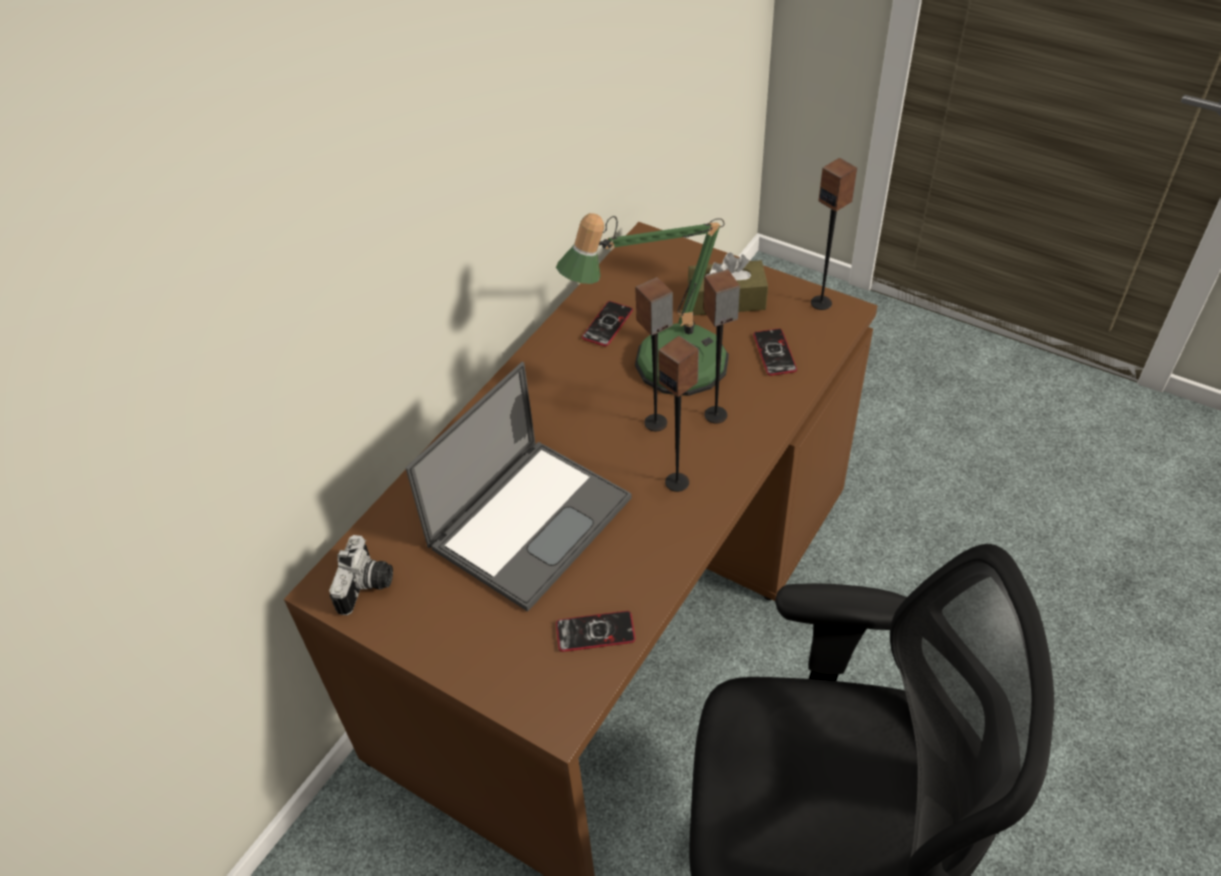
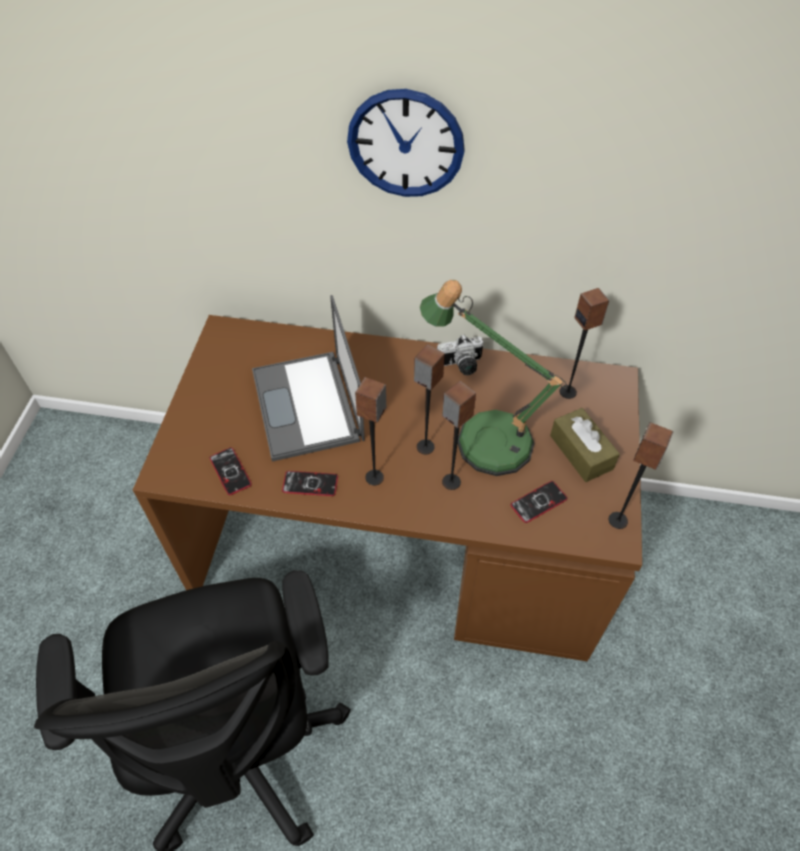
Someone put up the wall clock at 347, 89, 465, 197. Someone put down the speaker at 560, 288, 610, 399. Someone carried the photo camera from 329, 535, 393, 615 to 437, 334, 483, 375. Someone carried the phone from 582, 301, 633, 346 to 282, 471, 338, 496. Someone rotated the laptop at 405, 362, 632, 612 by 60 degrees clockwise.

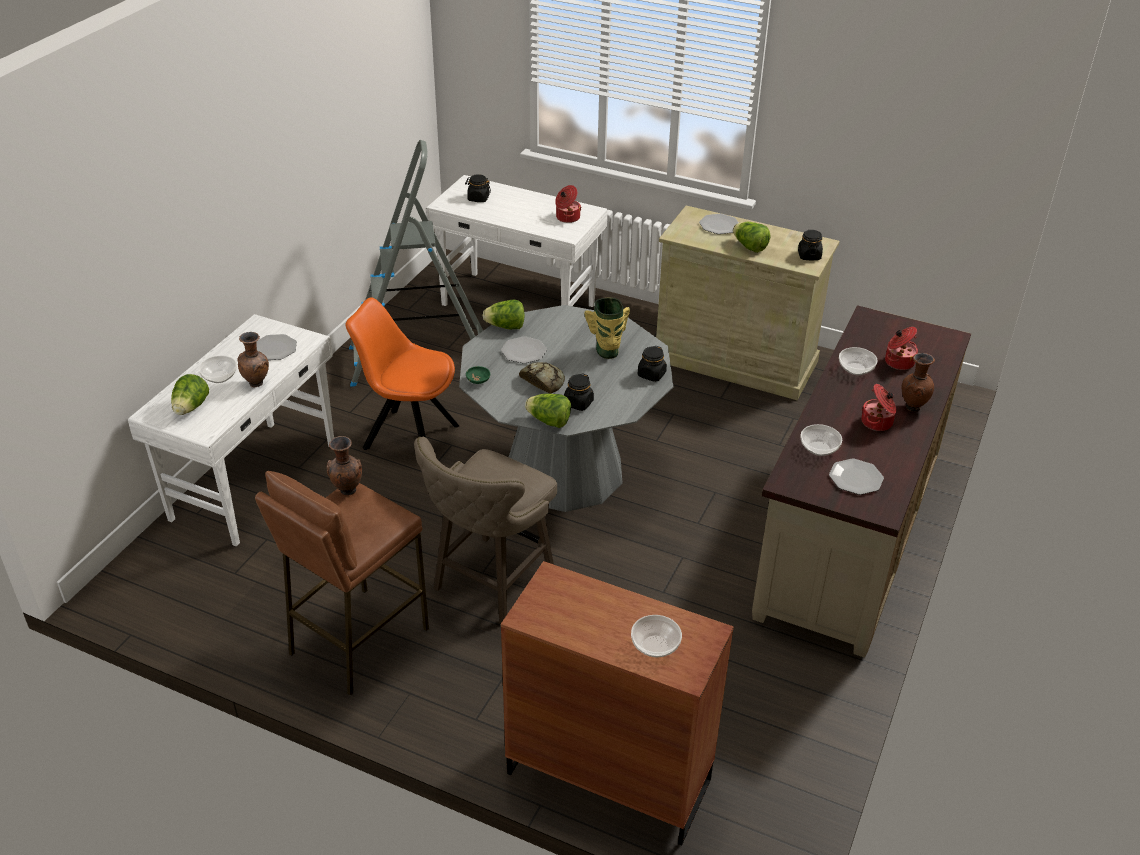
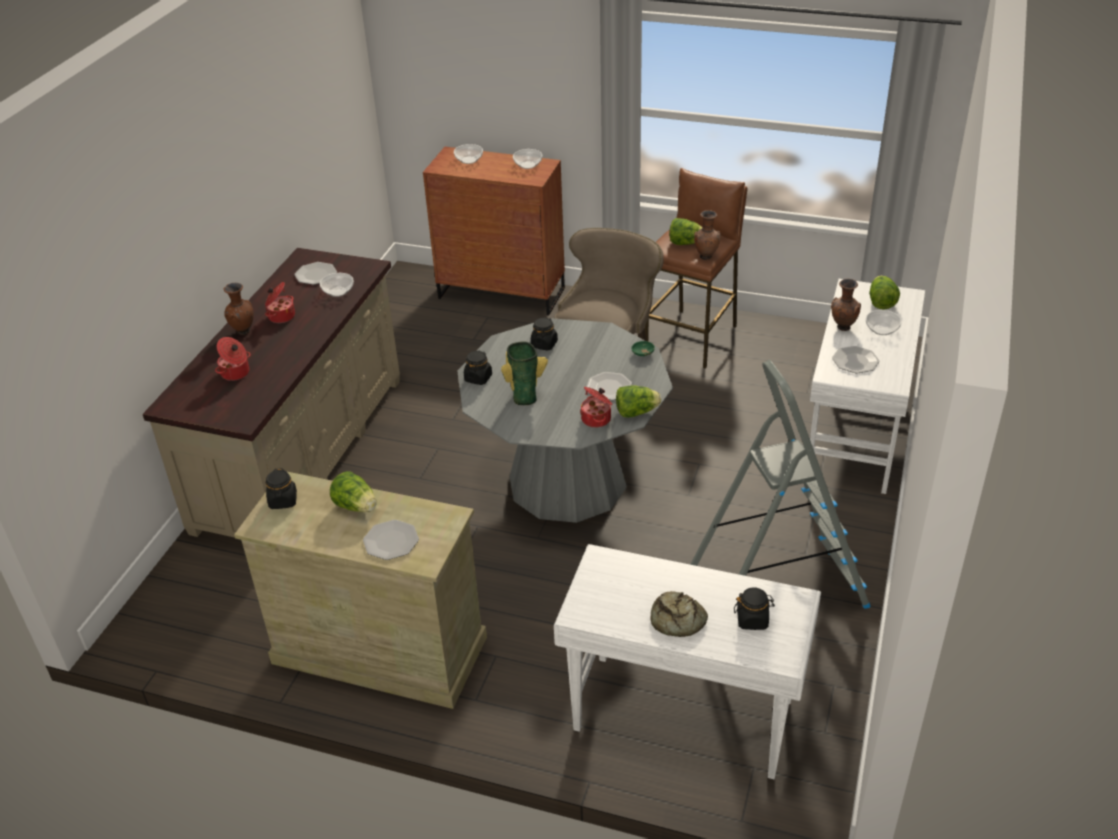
Someone took away the orange chair at 346, 298, 459, 450. Someone carried the bread from 519, 362, 565, 394 to 650, 591, 708, 637. Someone carried the lettuce from 525, 393, 571, 428 to 669, 218, 703, 245. Someone carried the cooking pot from 555, 185, 581, 223 to 580, 387, 612, 428. Someone carried the bowl from 839, 347, 878, 375 to 513, 149, 542, 169.

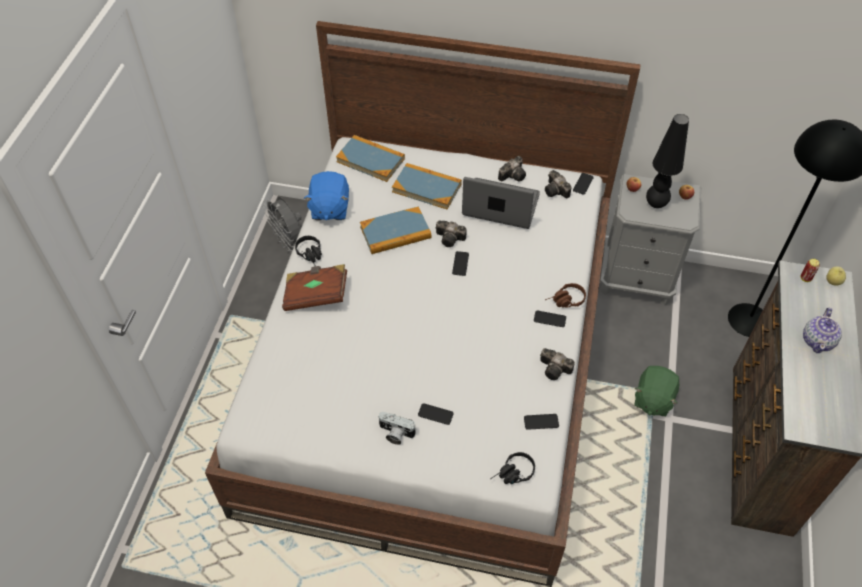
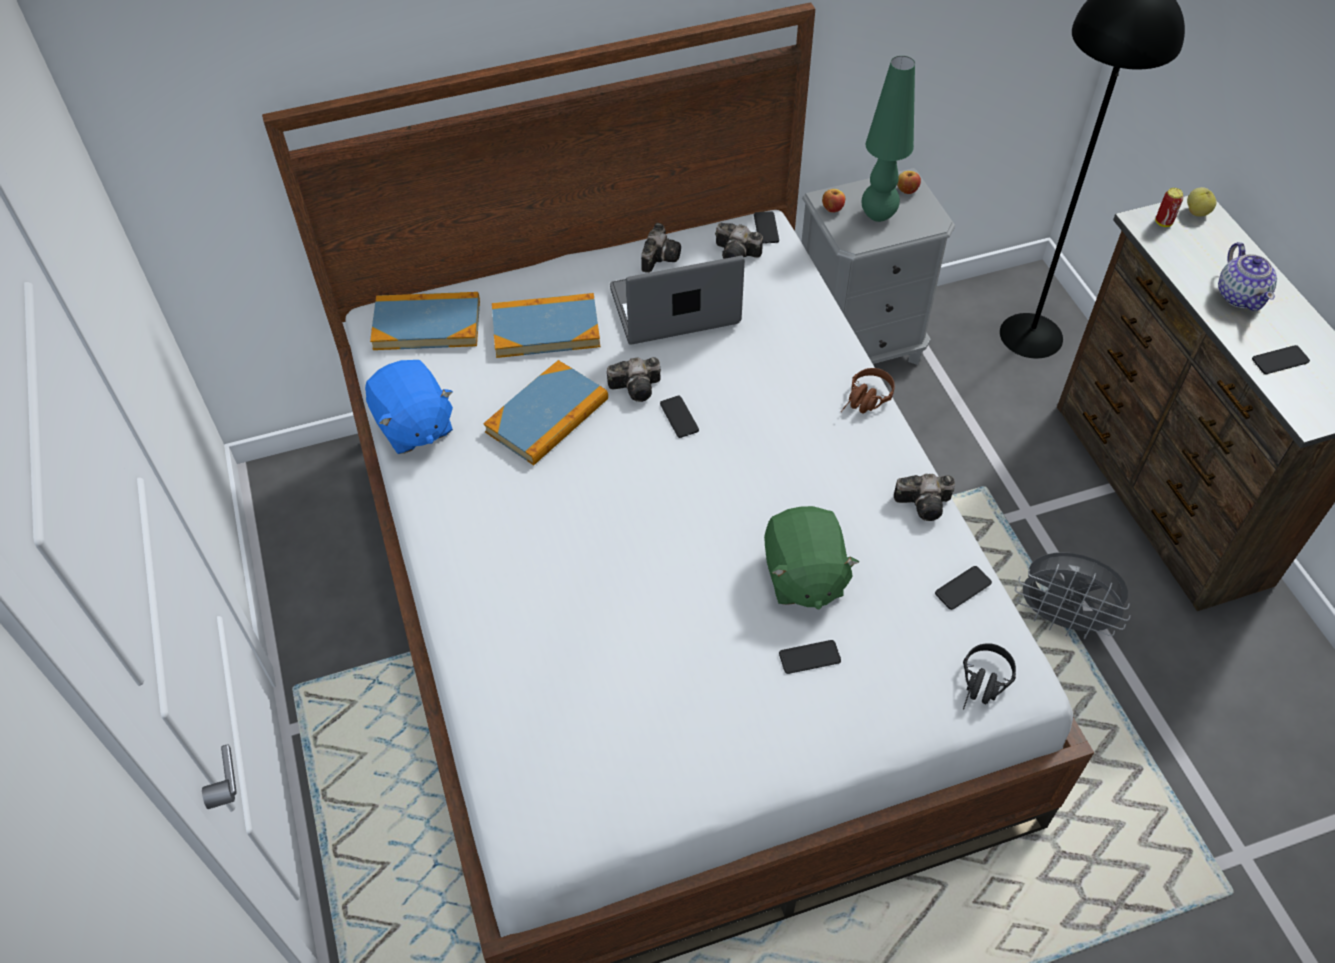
Someone took away the brown book at 282, 264, 347, 311. Someone took away the black headphones at 295, 236, 322, 266. Someone took away the photo camera at 378, 412, 416, 445. Someone carried the grey fan from 263, 197, 302, 251 to 1015, 552, 1131, 639. Someone carried the phone from 534, 310, 566, 327 to 1252, 345, 1310, 374. Someone carried the green plush toy from 634, 366, 679, 416 to 764, 506, 859, 610. Someone repainted the black table lamp at 646, 114, 689, 208, which became the green table lamp at 861, 56, 915, 222.

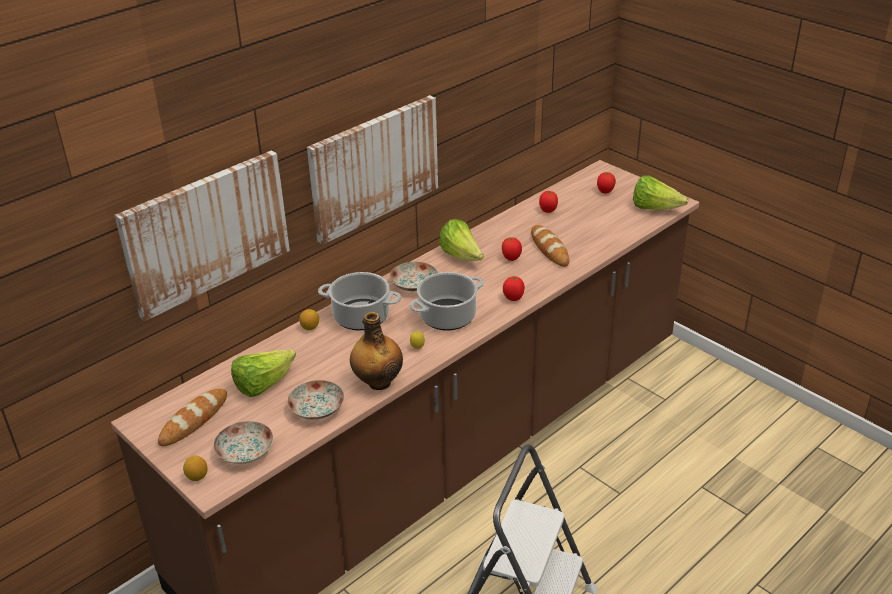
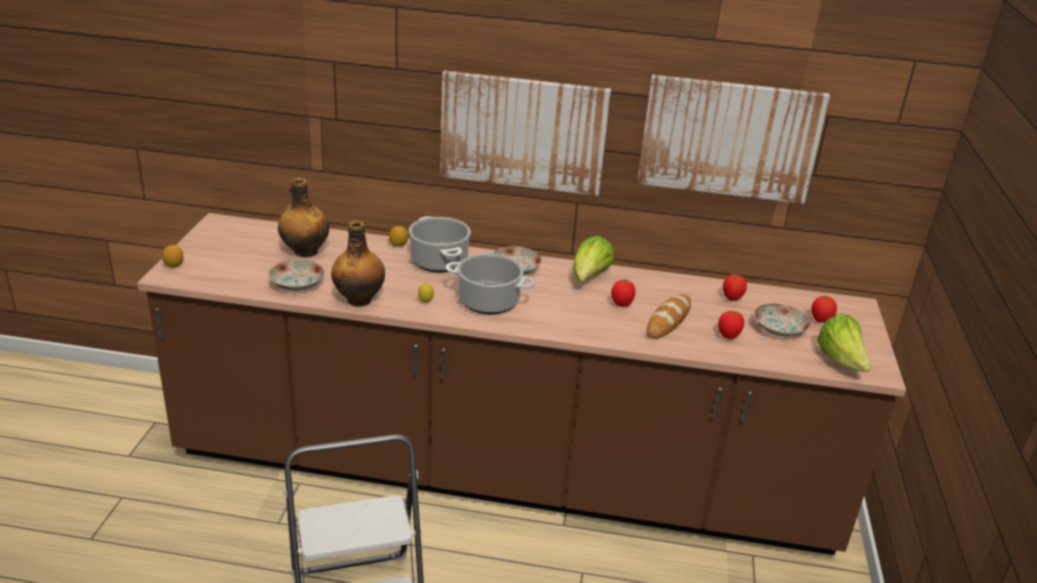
Someone took away the bread at 158, 389, 227, 446. Someone carried the picture from 115, 151, 290, 321 to 637, 74, 830, 204. Someone carried the plate from 214, 421, 273, 464 to 754, 304, 811, 337. Someone carried the tomato from 503, 276, 525, 301 to 718, 311, 744, 339. Someone swapped the lettuce at 231, 349, 296, 397 for the bottle at 278, 178, 329, 257.

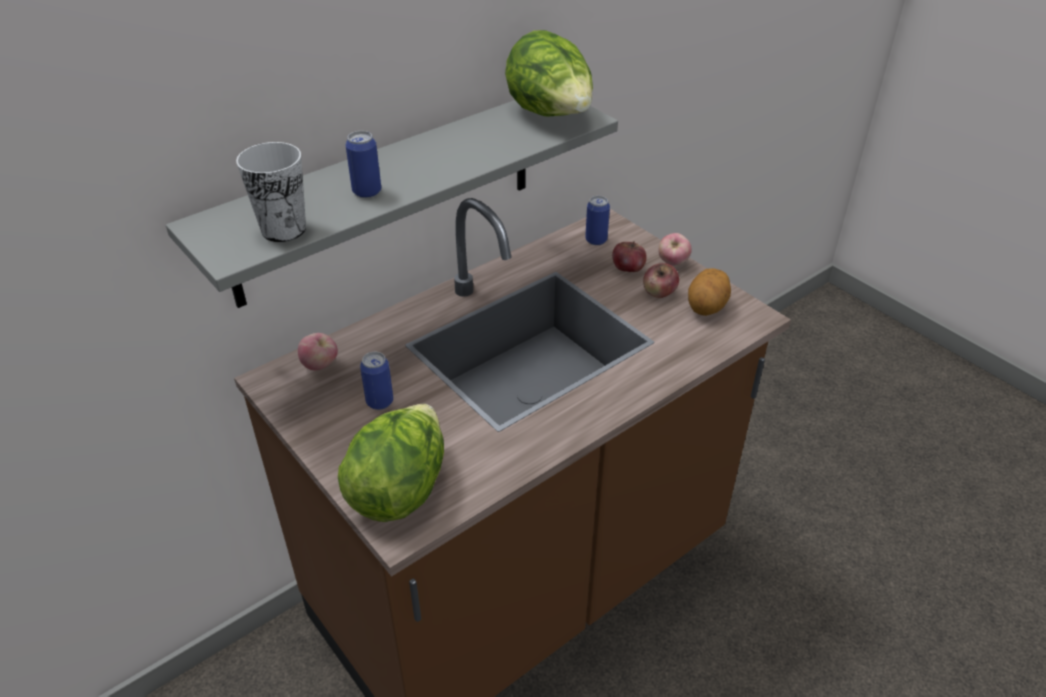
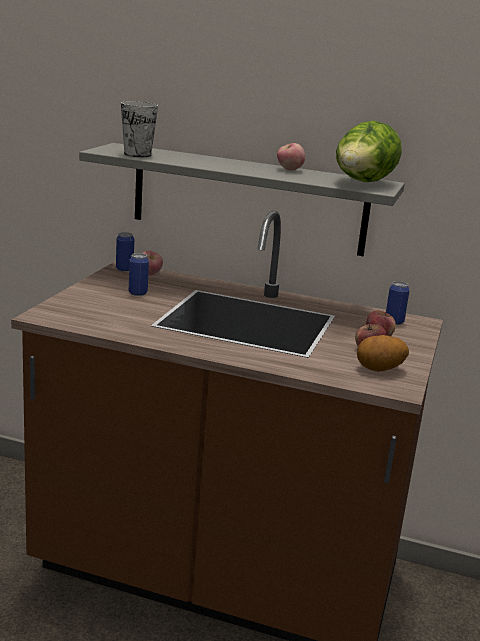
Someone took away the lettuce at 338, 404, 444, 522. Someone carried the can from 345, 131, 381, 198 to 116, 232, 134, 272. Someone carried the apple from 659, 233, 692, 266 to 277, 143, 305, 171.

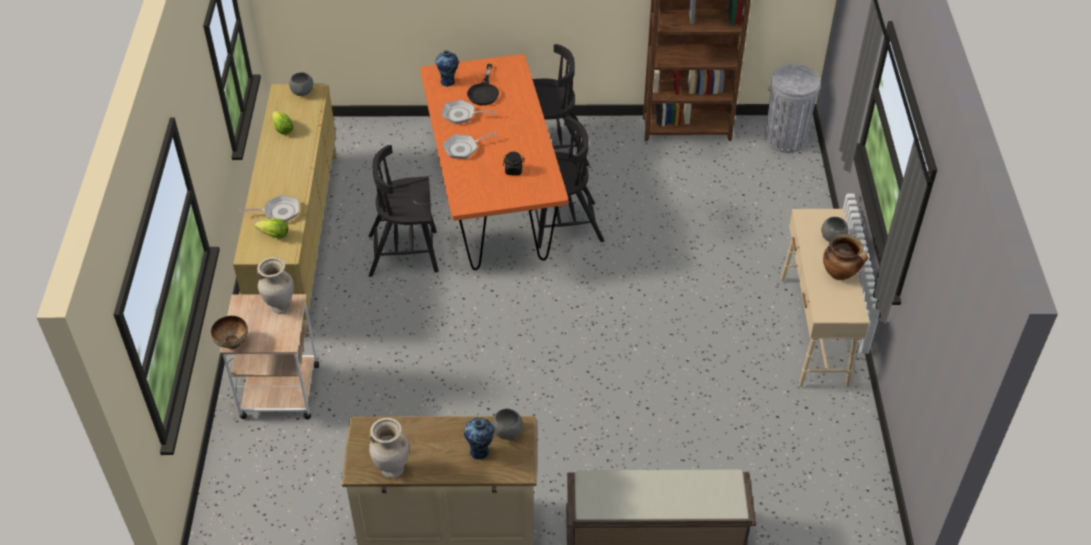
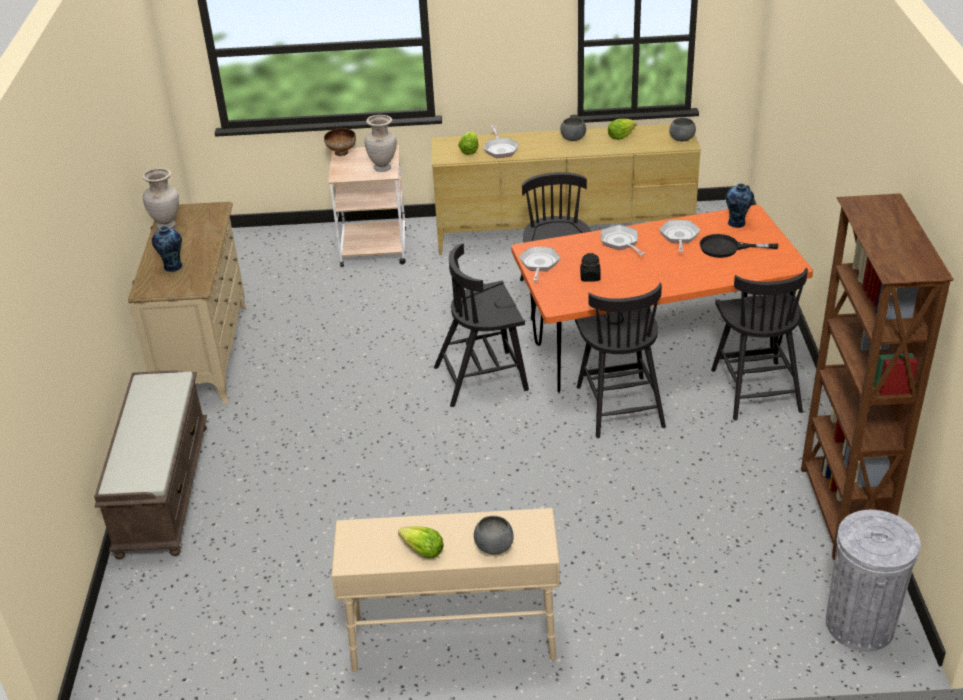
Someone put down the black chair at 434, 243, 529, 407. Someone put down the frying pan at 519, 247, 561, 281. Someone carried the grey bowl from 492, 409, 523, 440 to 560, 117, 586, 141. Someone swapped the cooking pot at 823, 233, 868, 280 for the lettuce at 398, 526, 444, 558.

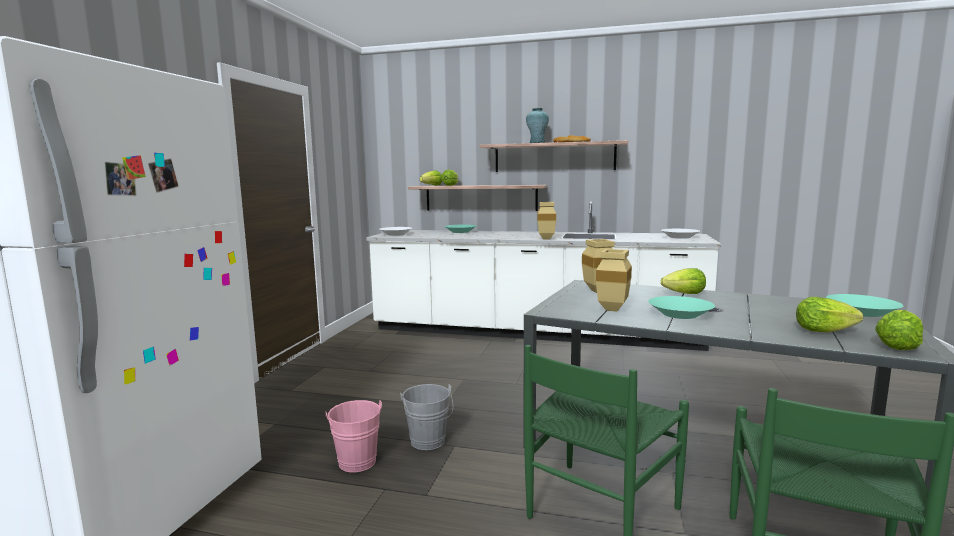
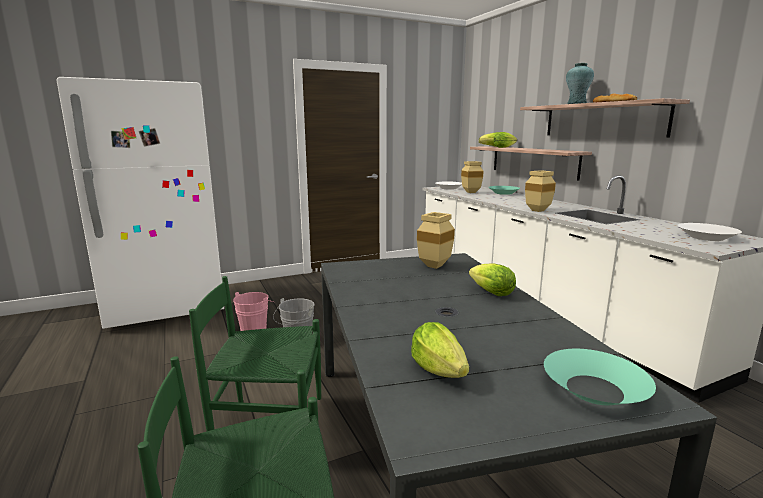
Someone took away the turquoise bowl at 648, 296, 715, 319. Someone took away the lettuce at 875, 310, 923, 350. Someone carried the beige vase from 596, 249, 632, 312 to 461, 161, 483, 193.

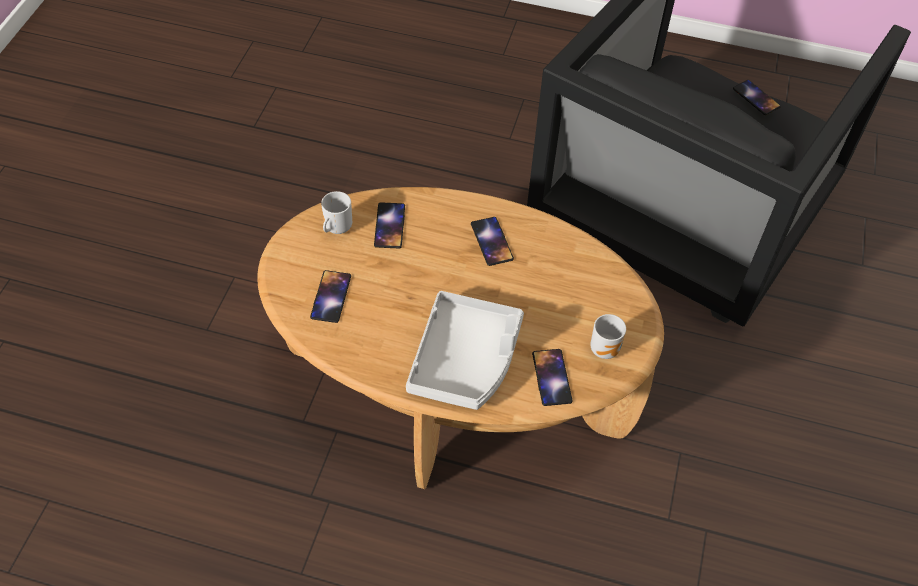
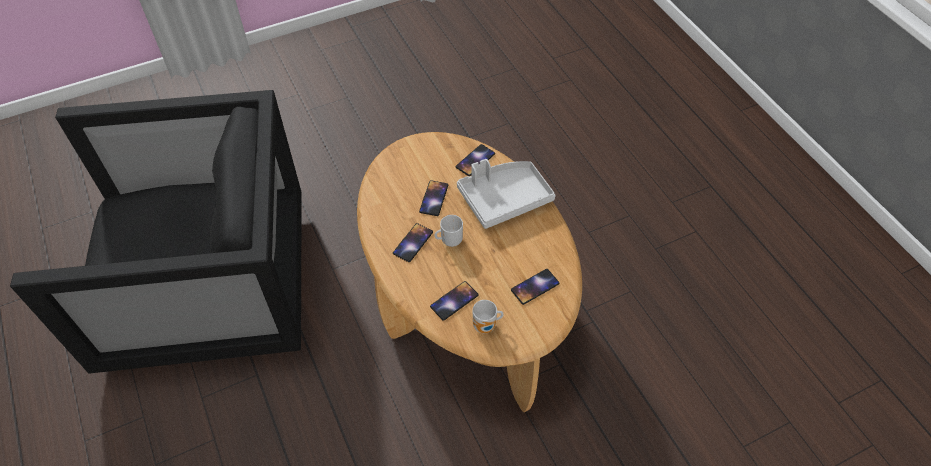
Someone carried the mug from 590, 314, 626, 359 to 435, 215, 463, 247. Someone carried the phone from 733, 80, 781, 115 to 419, 180, 448, 216.

